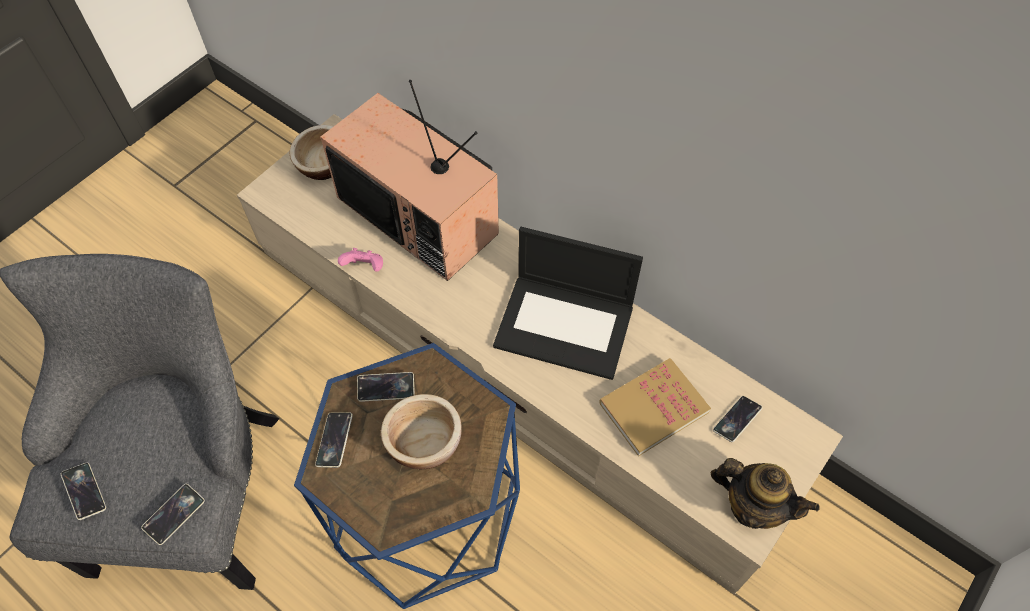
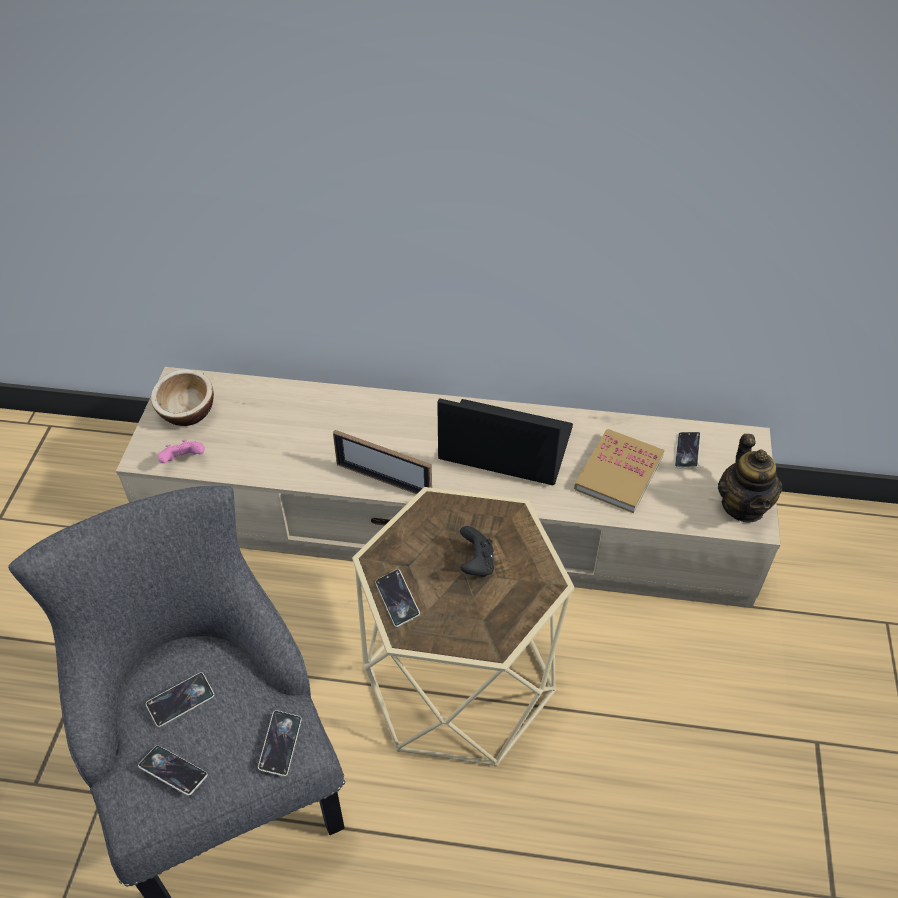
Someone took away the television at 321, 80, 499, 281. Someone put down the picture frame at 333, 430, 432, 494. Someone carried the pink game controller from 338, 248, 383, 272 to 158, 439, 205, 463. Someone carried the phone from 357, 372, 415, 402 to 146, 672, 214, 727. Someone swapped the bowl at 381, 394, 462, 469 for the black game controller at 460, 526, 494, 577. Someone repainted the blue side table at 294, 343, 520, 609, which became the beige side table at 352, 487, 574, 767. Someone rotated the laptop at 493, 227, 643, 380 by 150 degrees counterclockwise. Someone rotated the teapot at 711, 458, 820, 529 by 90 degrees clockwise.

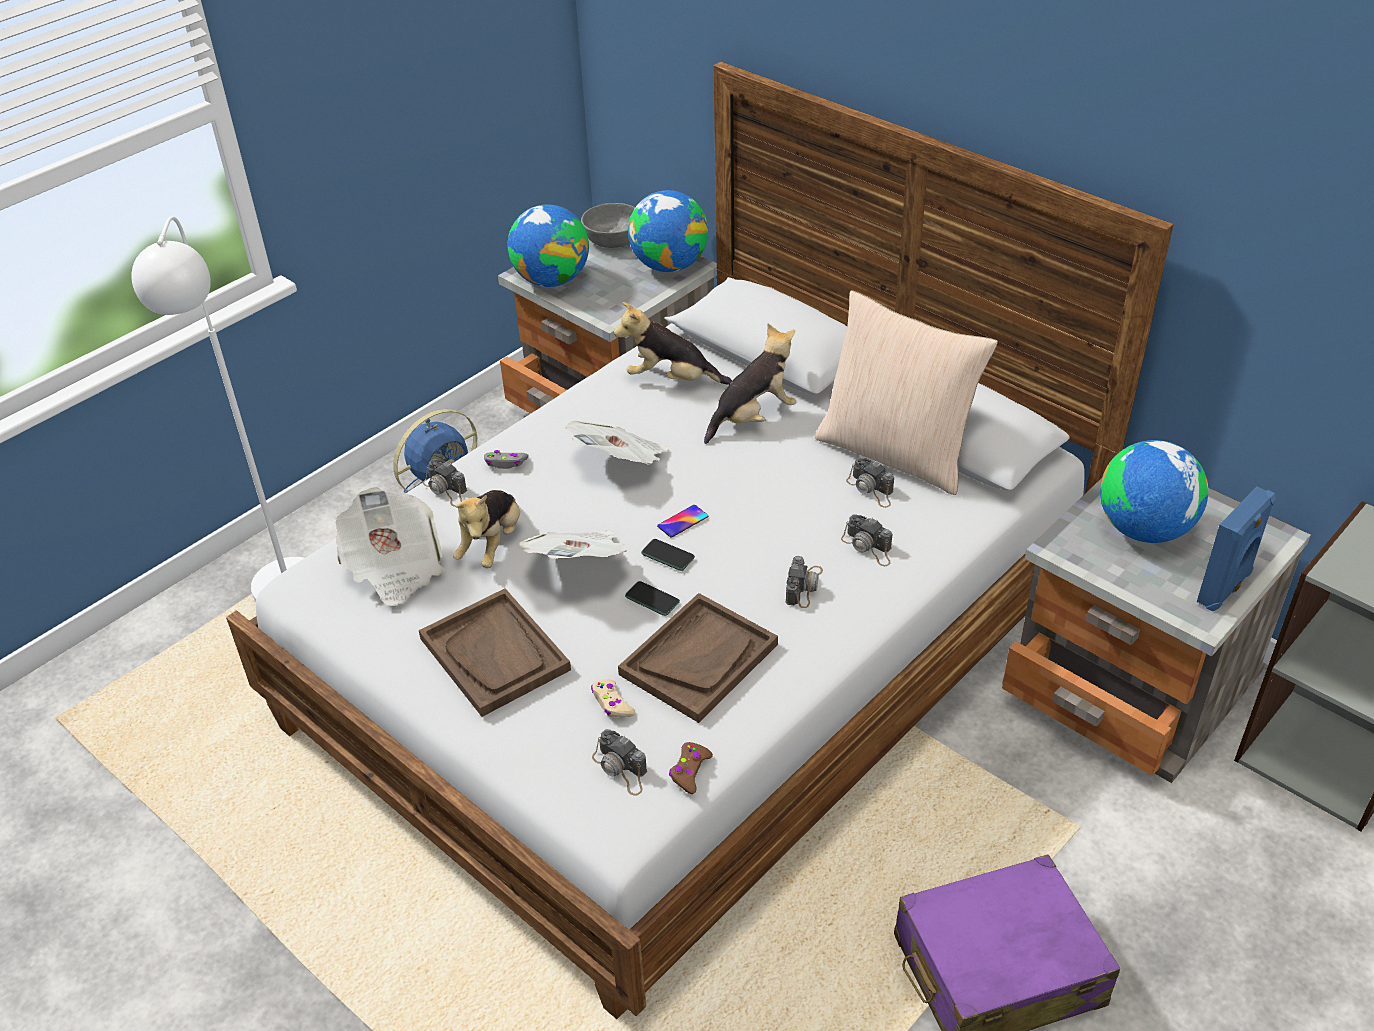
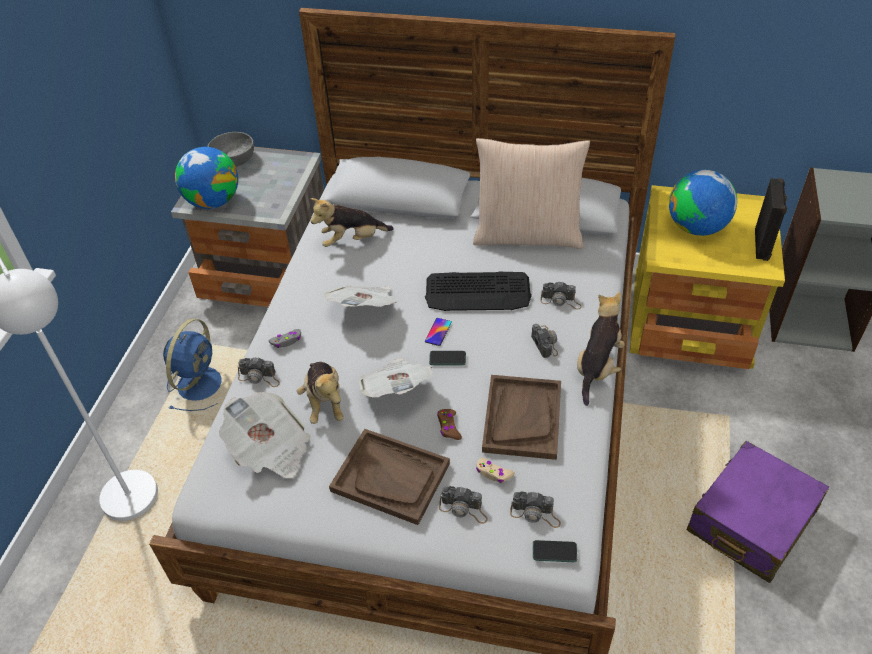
Someone took away the globe at 628, 190, 708, 272. Someone put down the keyboard at 425, 272, 532, 311. Someone carried the phone from 625, 581, 680, 616 to 533, 540, 577, 562. Someone carried the brown game controller from 669, 742, 713, 794 to 437, 409, 462, 440. Someone carried the plush toy from 704, 324, 796, 444 to 577, 292, 625, 406. Someone carried the photo camera from 846, 458, 894, 508 to 439, 486, 488, 524. Someone repainted the grey nightstand at 1002, 478, 1311, 783, which became the yellow nightstand at 630, 185, 785, 369. Someone repainted the blue speaker at 1197, 487, 1276, 612, which became the black speaker at 755, 178, 787, 261.

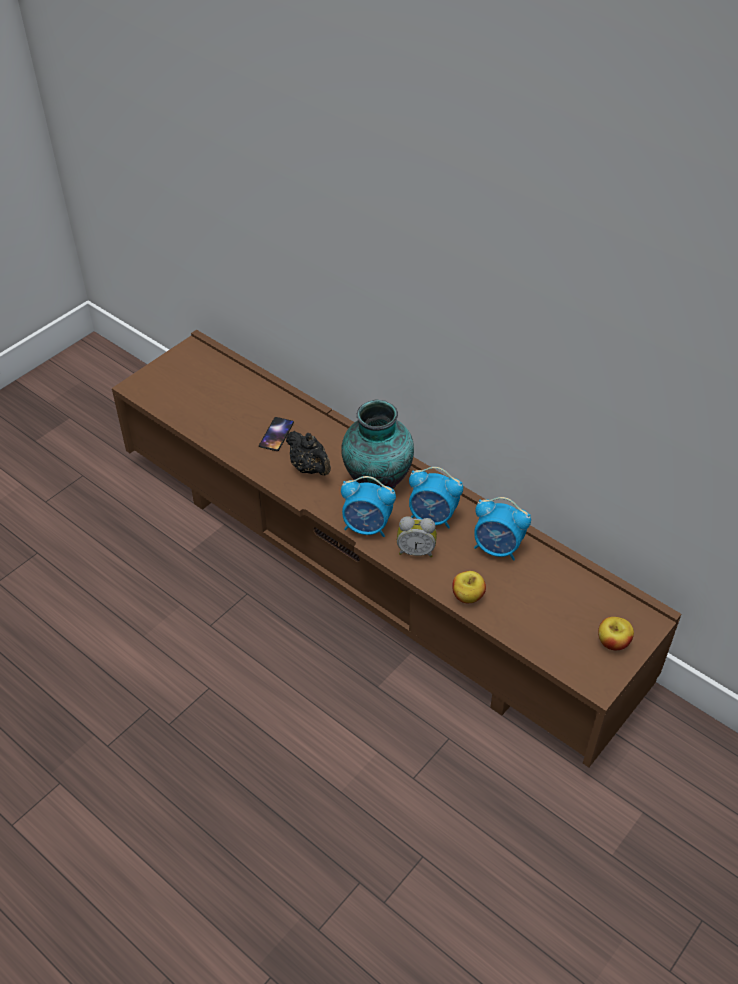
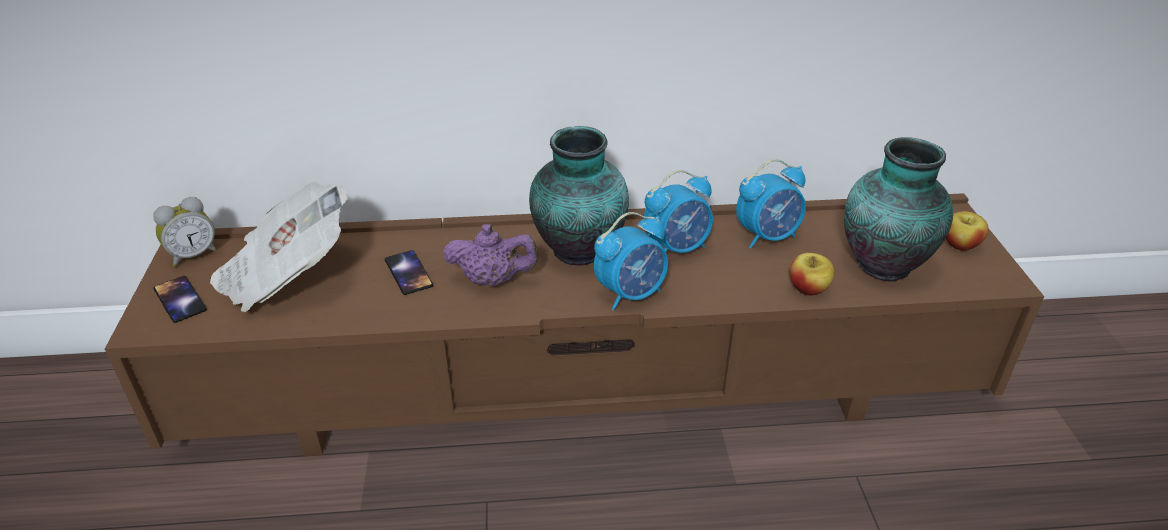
Someone put down the phone at 153, 276, 207, 323. Someone put down the newspaper at 210, 182, 348, 312. Someone put down the vase at 844, 137, 953, 281. Someone carried the alarm clock from 397, 516, 437, 557 to 153, 197, 217, 267. Someone repainted the black teapot at 286, 431, 331, 475, which became the purple teapot at 443, 224, 539, 286.

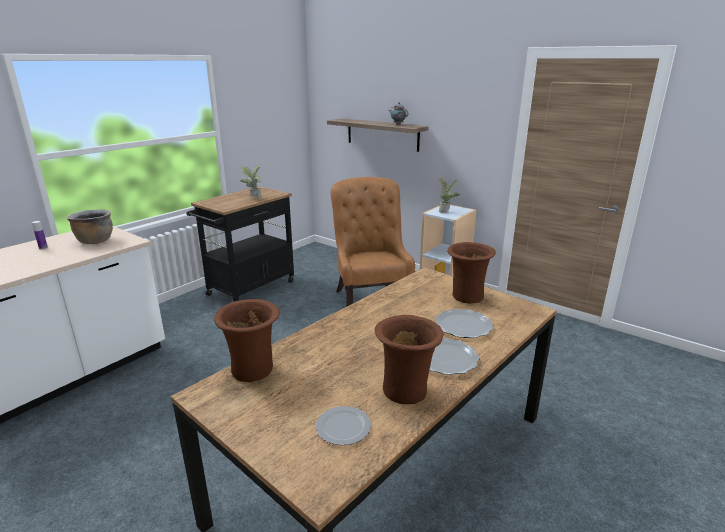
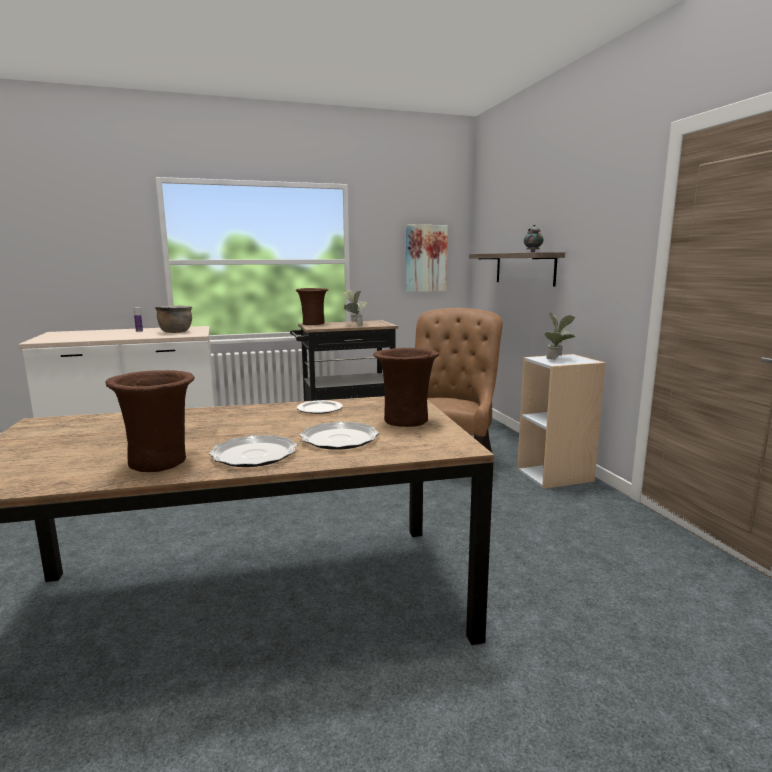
Someone put up the picture at 406, 224, 448, 292. Someone carried the brown vase from 214, 299, 280, 382 to 296, 288, 328, 325. Someone carried the plate from 316, 406, 371, 445 to 297, 400, 343, 414.

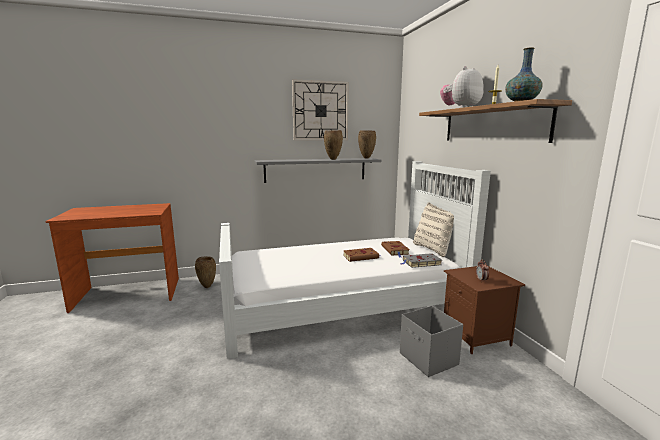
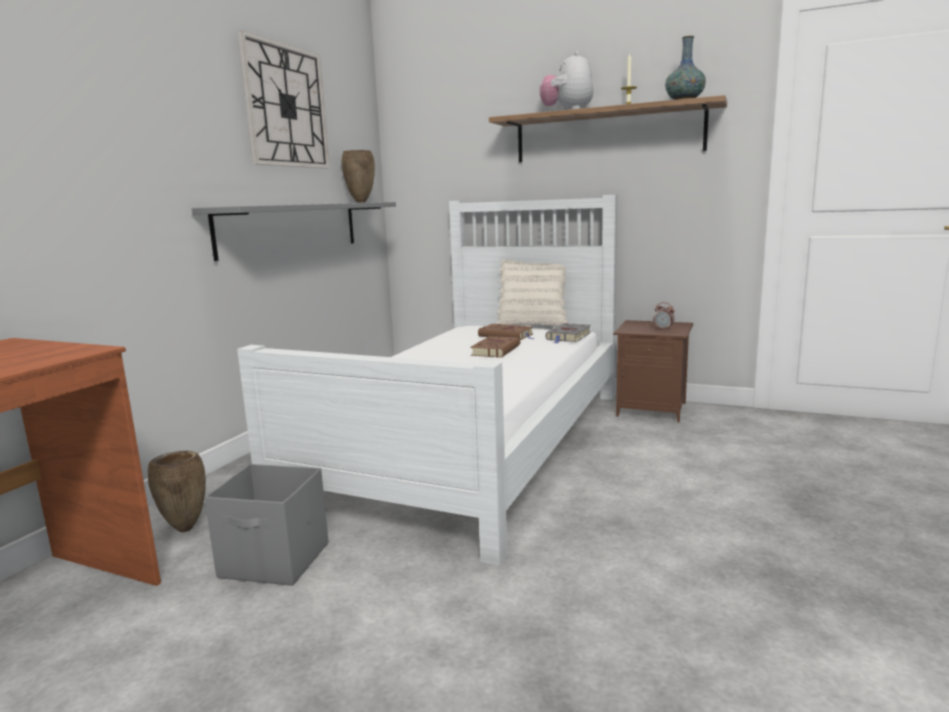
Someone took away the brown vase at 324, 130, 343, 160. Someone carried the grey storage box from 400, 306, 463, 377 to 204, 464, 328, 586.

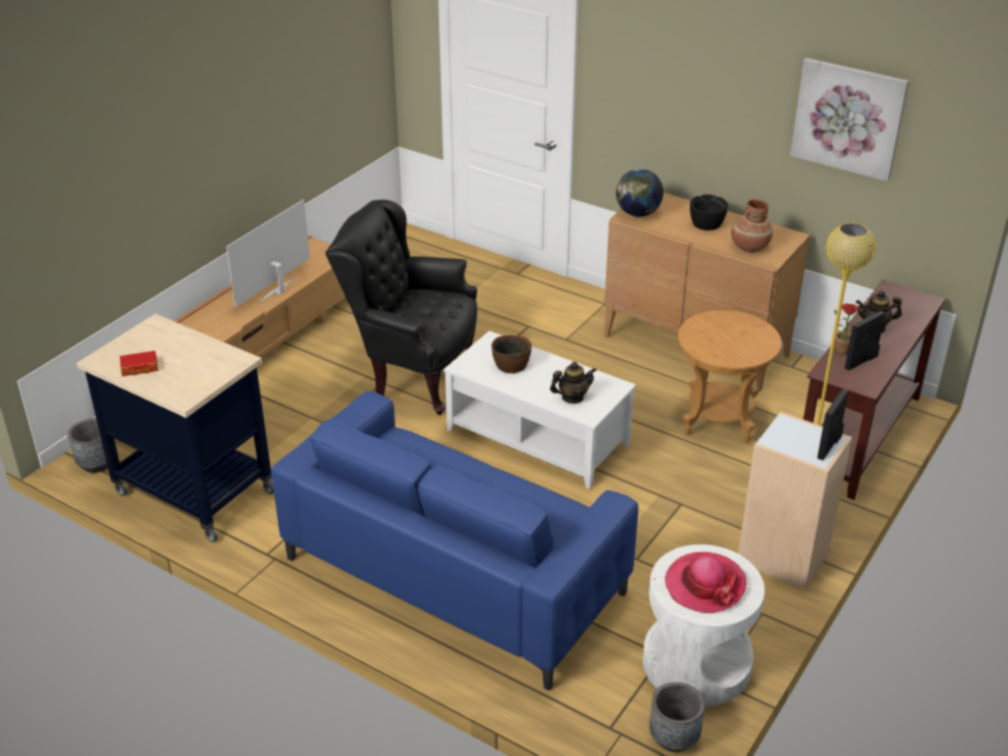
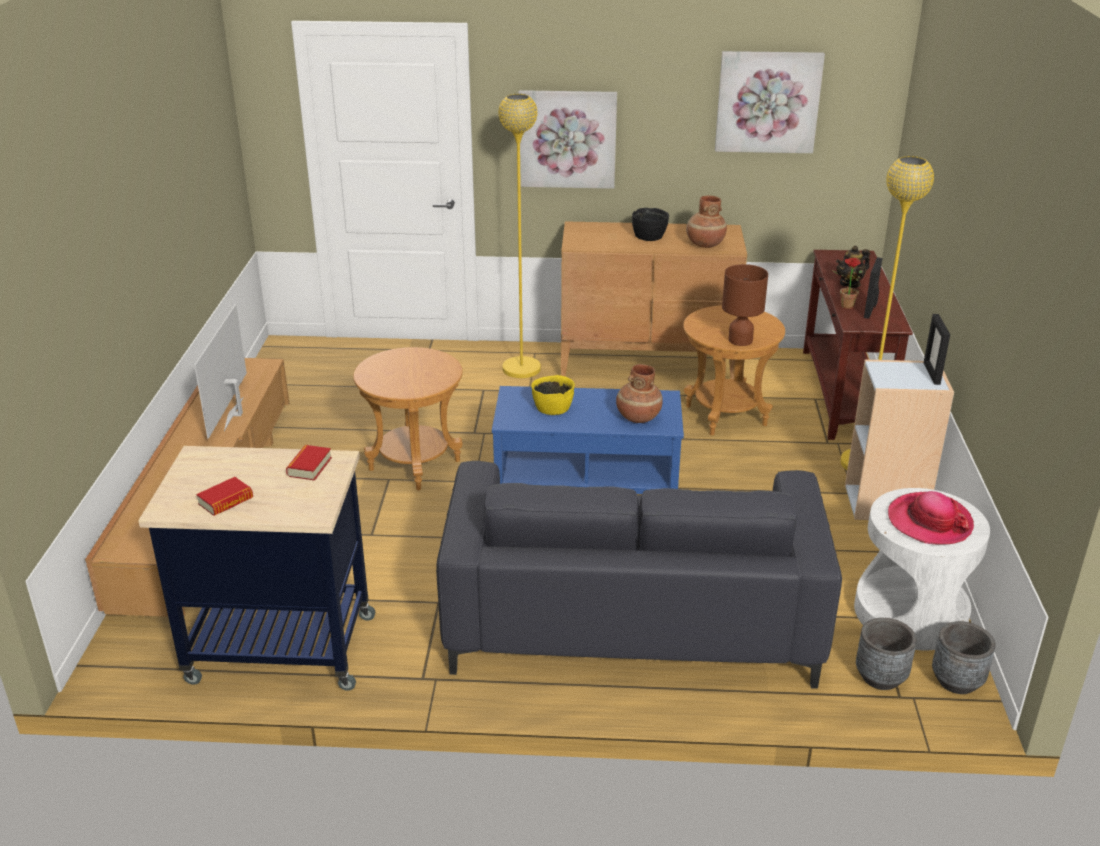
Someone took away the globe at 616, 169, 663, 217. Someone put down the book at 286, 445, 332, 481. Someone put down the yellow floor lamp at 499, 94, 541, 378. Someone put up the picture at 518, 90, 617, 189. Someone put down the brown table lamp at 722, 264, 768, 346. Someone carried the grey planter from 68, 418, 108, 473 to 856, 618, 917, 690. Someone swapped the black armchair at 325, 200, 477, 415 for the brown side table at 353, 347, 463, 490. Someone swapped the teapot at 550, 362, 597, 404 for the brown vase at 616, 364, 663, 423. Someone repainted the blue sofa at 271, 391, 638, 691, which became the grey sofa at 436, 461, 842, 689. Someone repainted the white coffee table at 444, 331, 636, 489, which became the blue coffee table at 492, 386, 684, 494. Someone repainted the brown bowl at 491, 335, 532, 373, which became the yellow bowl at 531, 375, 575, 415.

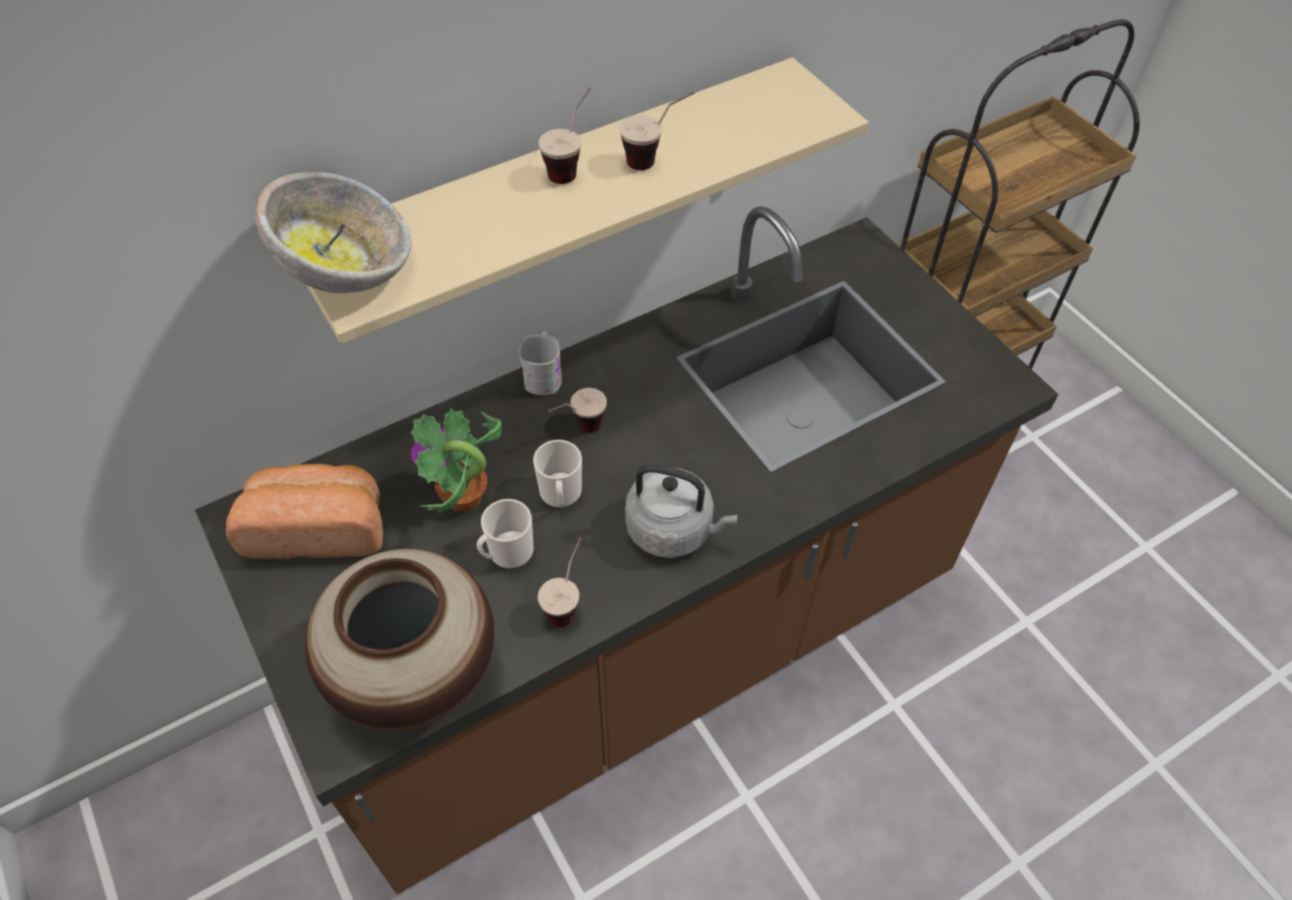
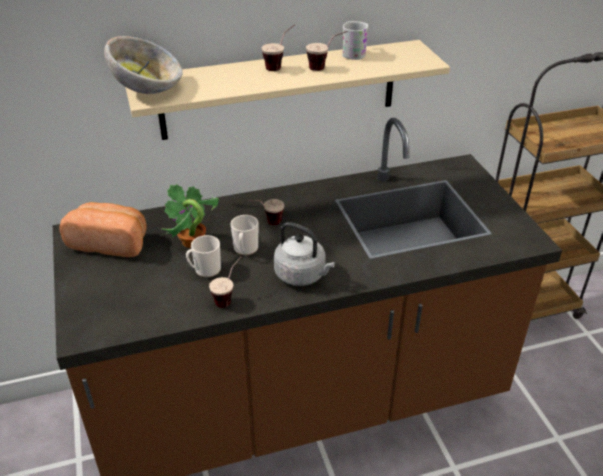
Someone took away the vase at 305, 549, 494, 731. Someone carried the white mug from 519, 331, 562, 395 to 342, 21, 368, 60.

